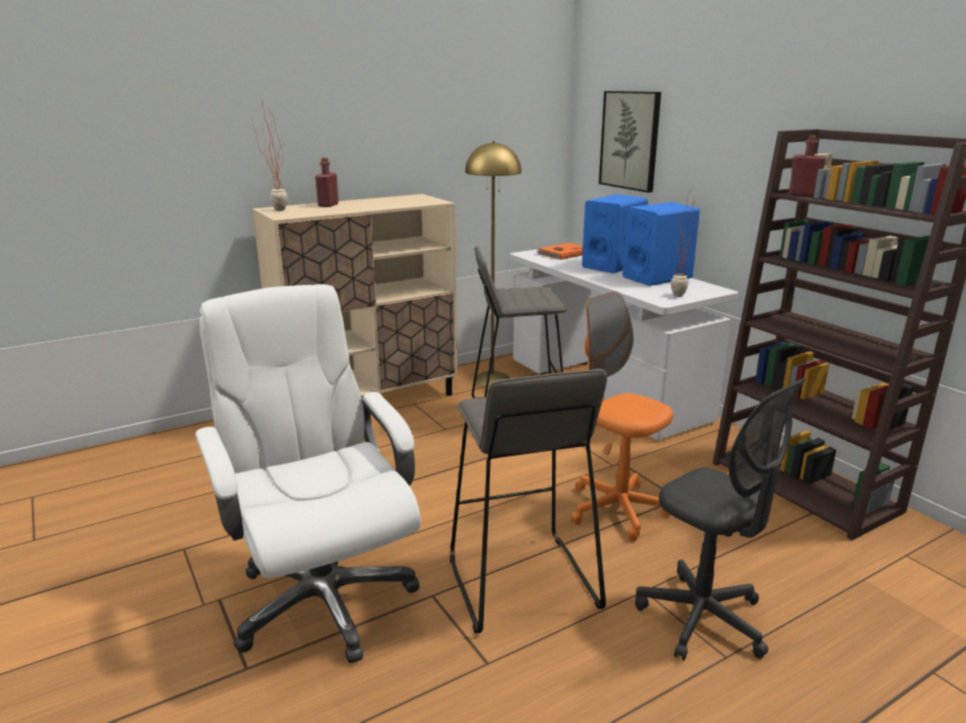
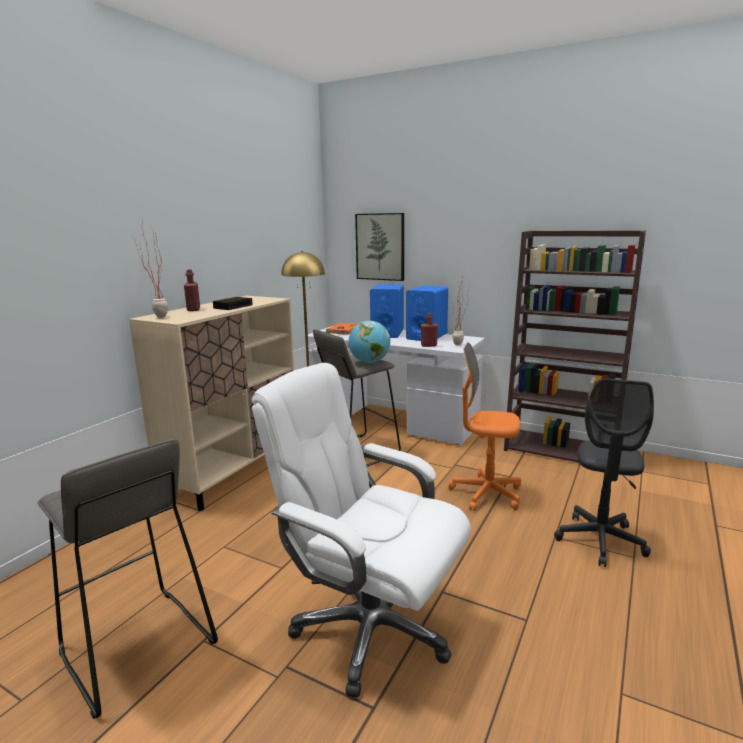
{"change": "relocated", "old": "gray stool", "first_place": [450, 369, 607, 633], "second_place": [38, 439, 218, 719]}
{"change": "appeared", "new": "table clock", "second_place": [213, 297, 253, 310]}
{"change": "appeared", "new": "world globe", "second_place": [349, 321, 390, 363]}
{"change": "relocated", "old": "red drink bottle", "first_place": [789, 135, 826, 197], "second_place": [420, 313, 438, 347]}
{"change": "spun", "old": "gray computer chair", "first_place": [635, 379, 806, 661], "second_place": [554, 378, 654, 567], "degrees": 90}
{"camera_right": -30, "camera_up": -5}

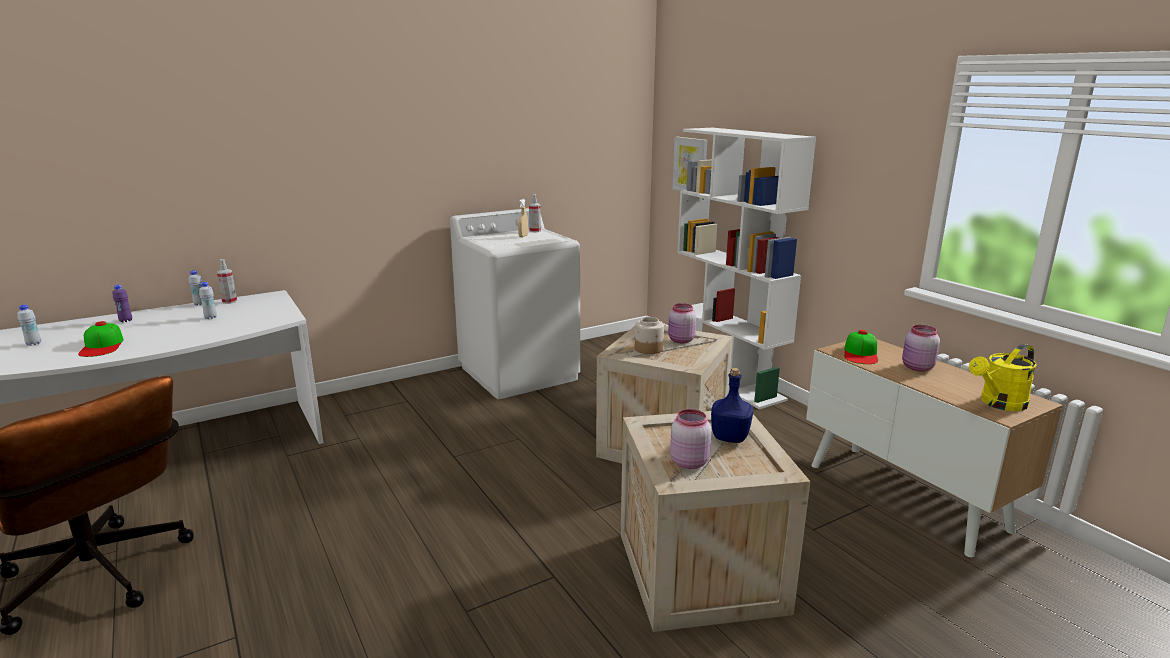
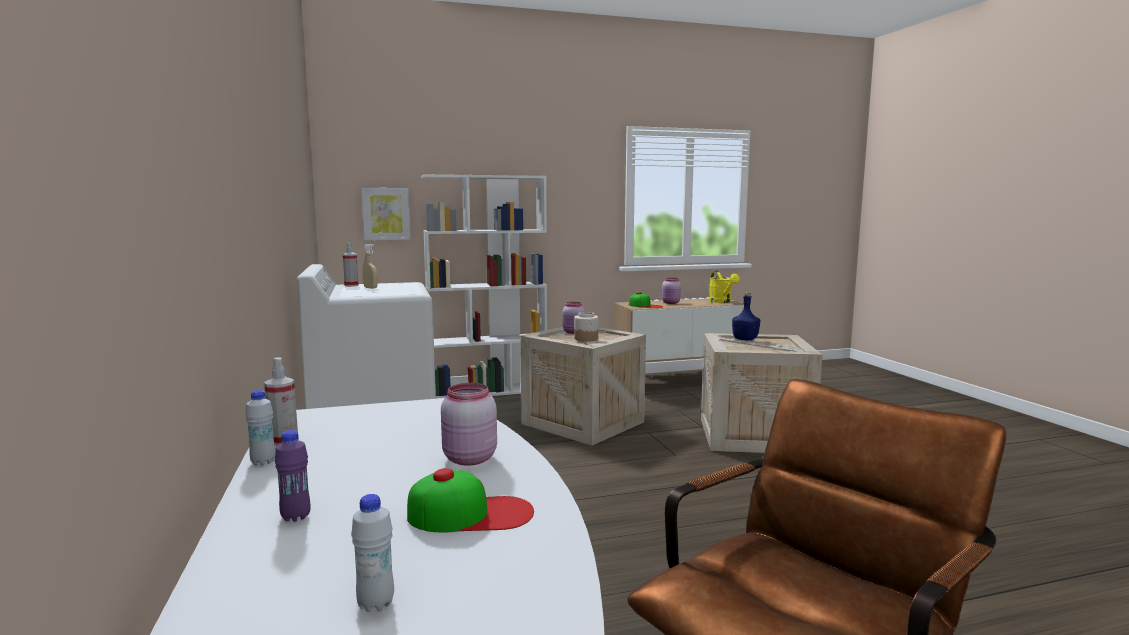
{"change": "relocated", "old": "pink-coloured storage jar", "first_place": [670, 409, 712, 469], "second_place": [441, 383, 497, 466]}
{"change": "missing", "old": "white-coloured drink bottle", "first_place": [199, 282, 217, 319]}
{"camera_right": -75, "camera_up": -10}

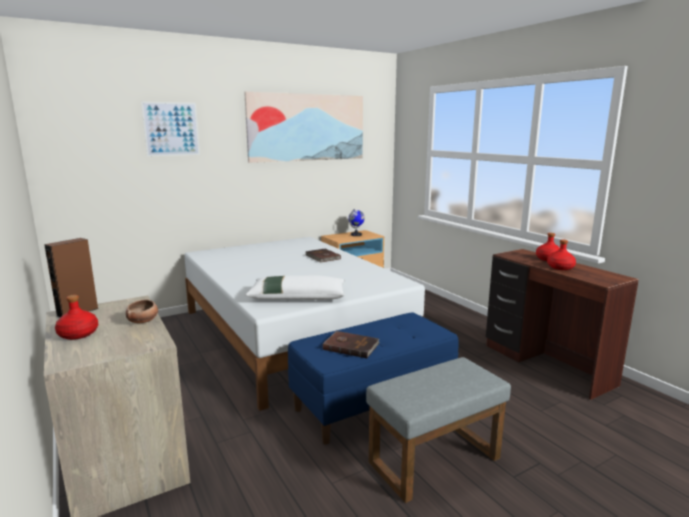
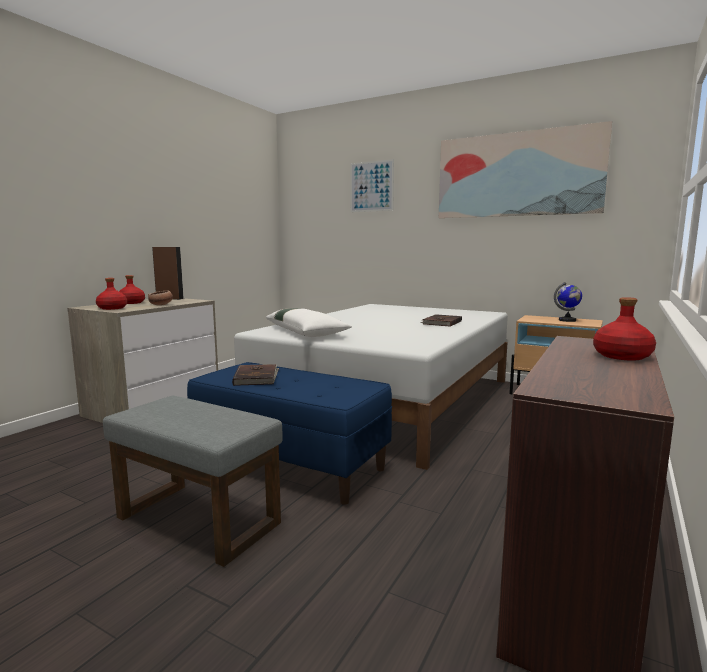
{"change": "relocated", "old": "red drink bottle", "first_place": [547, 240, 576, 270], "second_place": [96, 278, 127, 310]}
{"camera_right": 60, "camera_up": -5}

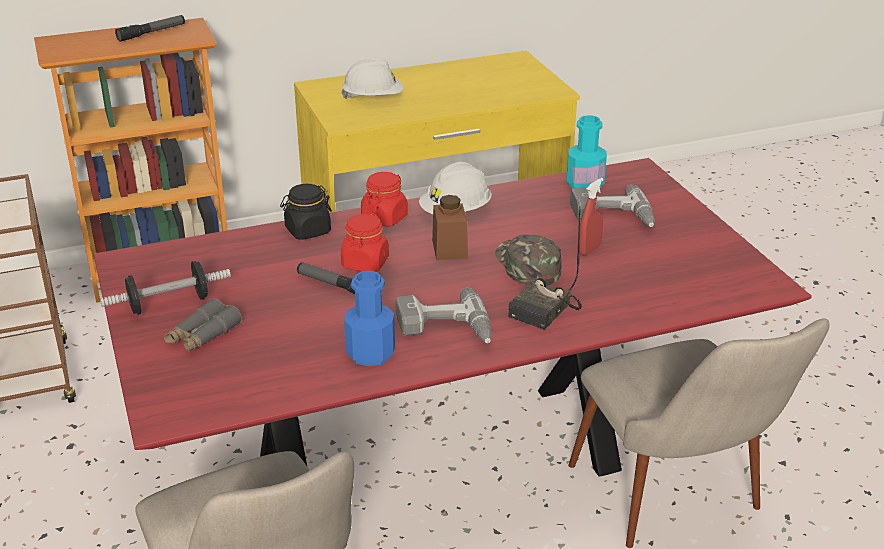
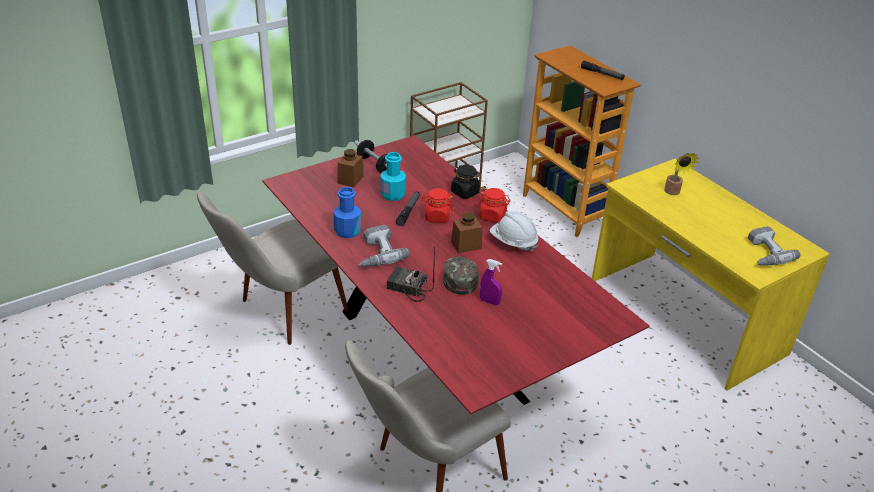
{"change": "exchanged", "old": "gray binoculars", "new": "brown-coloured storage jar", "first_place": [164, 298, 242, 352], "second_place": [337, 149, 364, 187]}
{"change": "relocated", "old": "blue-green drink bottle", "first_place": [567, 115, 607, 188], "second_place": [380, 152, 406, 201]}
{"change": "spun", "old": "greenish baseball cap", "first_place": [495, 235, 562, 286], "second_place": [443, 256, 479, 295], "degrees": -60}
{"change": "colour", "old": "red spray bottle", "new": "purplish spray bottle", "first_place": [579, 178, 603, 256], "second_place": [480, 259, 502, 305]}
{"change": "exchanged", "old": "white-coloured work helmet", "new": "houseplant", "first_place": [341, 57, 403, 99], "second_place": [664, 153, 700, 195]}
{"change": "relocated", "old": "power drill", "first_place": [570, 184, 655, 227], "second_place": [748, 226, 801, 266]}
{"camera_right": 75, "camera_up": 5}

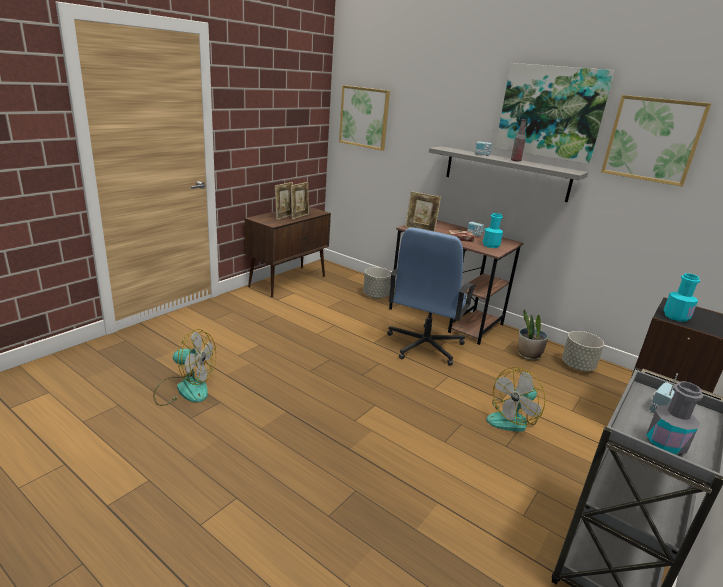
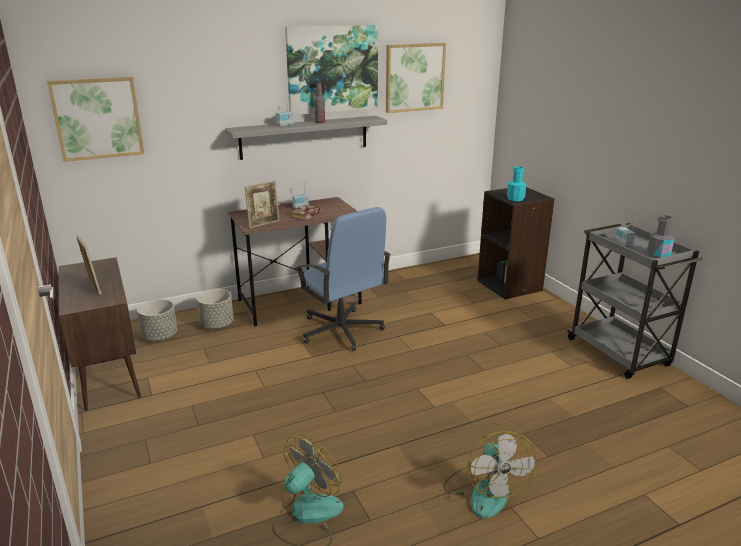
{"change": "relocated", "old": "gray flower pot", "first_place": [562, 331, 604, 371], "second_place": [137, 299, 177, 341]}
{"change": "relocated", "old": "electric fan", "first_place": [486, 367, 545, 432], "second_place": [443, 431, 536, 518]}
{"change": "missing", "old": "standing frame", "first_place": [291, 182, 309, 220]}
{"change": "missing", "old": "blue-green drink bottle", "first_place": [483, 213, 503, 248]}
{"change": "missing", "old": "houseplant", "first_place": [518, 309, 548, 361]}
{"camera_right": -60, "camera_up": 0}

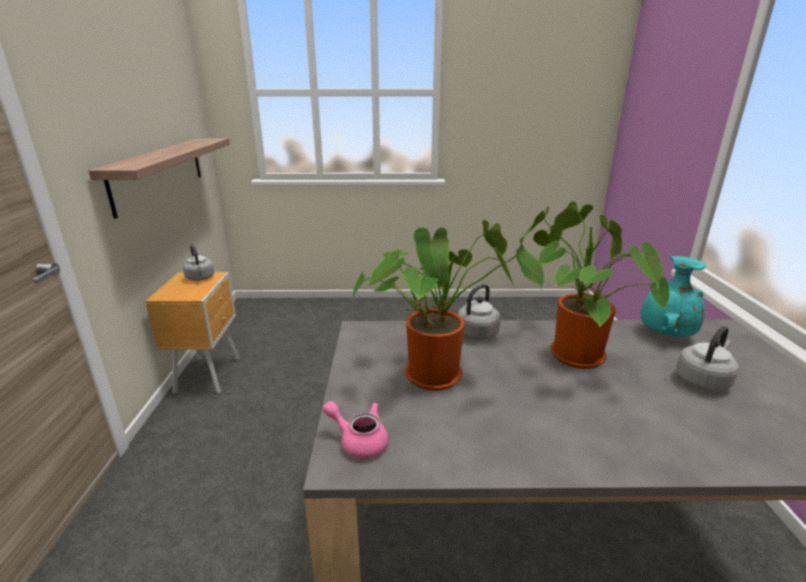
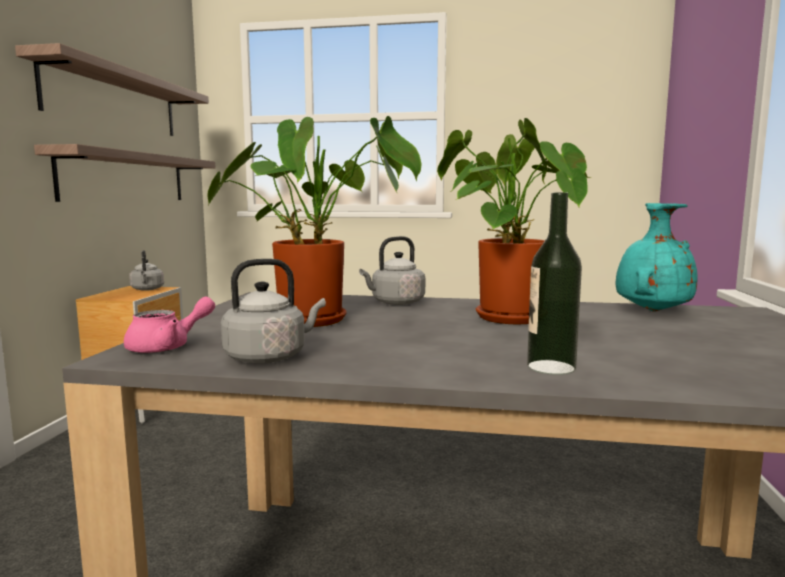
{"change": "appeared", "new": "wall shelf", "second_place": [15, 43, 209, 136]}
{"change": "spun", "old": "pink-coloured tea pot", "first_place": [323, 401, 388, 459], "second_place": [124, 297, 215, 353], "degrees": 105}
{"change": "relocated", "old": "gray tea kettle", "first_place": [676, 326, 739, 392], "second_place": [221, 259, 326, 364]}
{"change": "appeared", "new": "drink bottle", "second_place": [527, 192, 582, 375]}
{"camera_right": 10, "camera_up": -15}

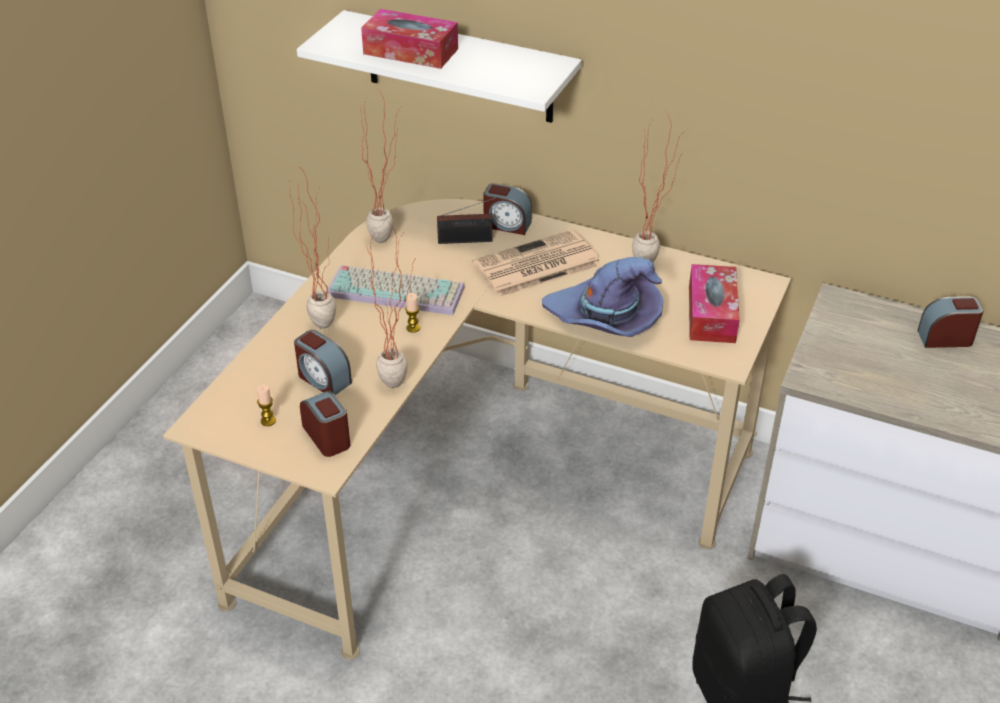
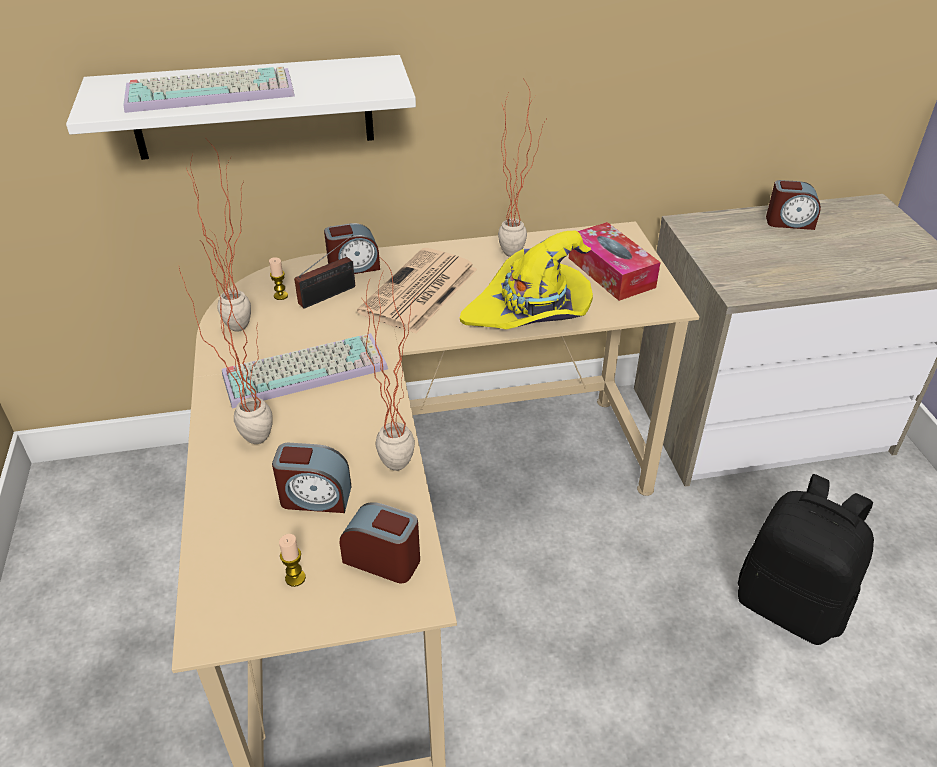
{"change": "exchanged", "old": "tissue box", "new": "keyboard", "first_place": [361, 9, 458, 69], "second_place": [123, 66, 295, 113]}
{"change": "relocated", "old": "wax light", "first_place": [405, 293, 420, 333], "second_place": [269, 257, 288, 300]}
{"change": "colour", "old": "purplish wearable hat", "new": "yellow-coloured wearable hat", "first_place": [542, 257, 663, 337], "second_place": [460, 231, 593, 329]}
{"change": "spun", "old": "table clock", "first_place": [918, 296, 984, 348], "second_place": [766, 180, 821, 230], "degrees": -135}
{"camera_right": -35, "camera_up": 0}

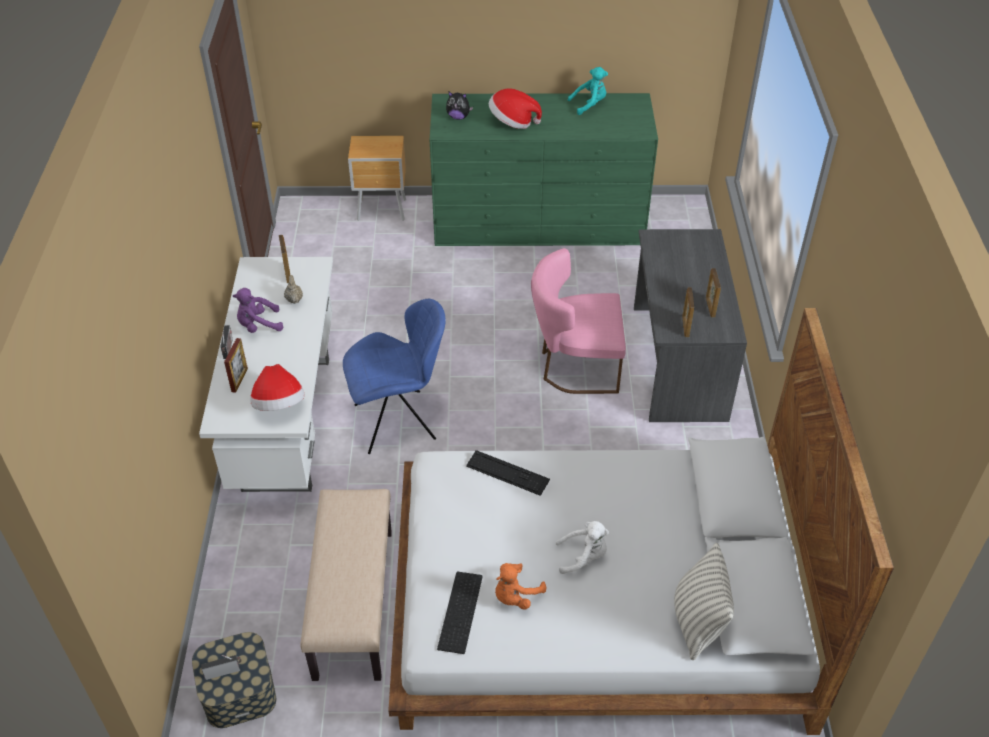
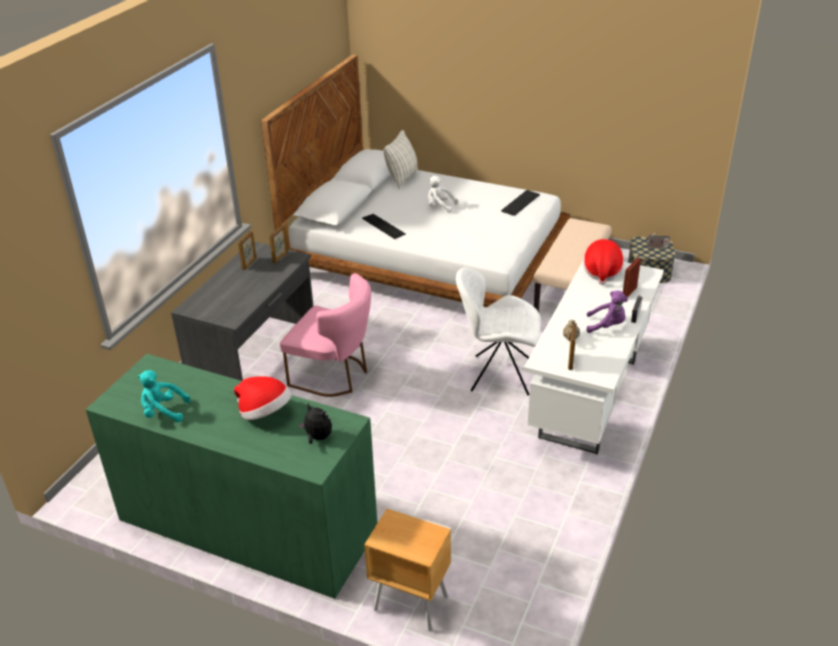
{"change": "relocated", "old": "keyboard", "first_place": [466, 450, 550, 496], "second_place": [362, 214, 406, 239]}
{"change": "colour", "old": "blue-coloured chair", "new": "white-coloured chair", "first_place": [343, 299, 446, 454], "second_place": [456, 267, 541, 395]}
{"change": "missing", "old": "orange-coloured soft toy", "first_place": [495, 563, 546, 609]}
{"camera_right": -155, "camera_up": -10}

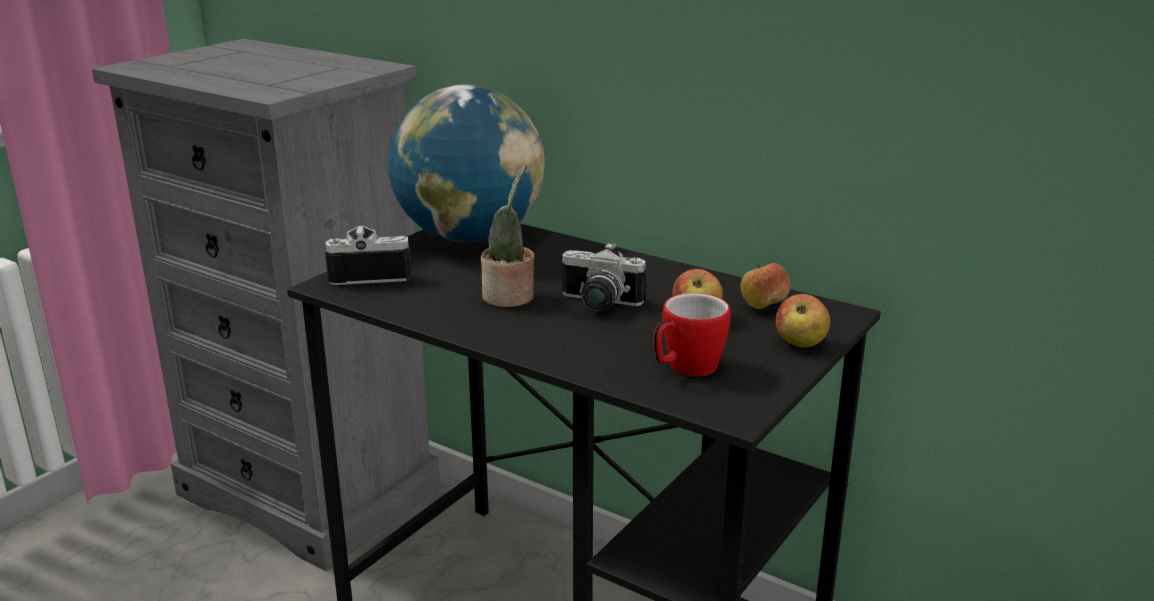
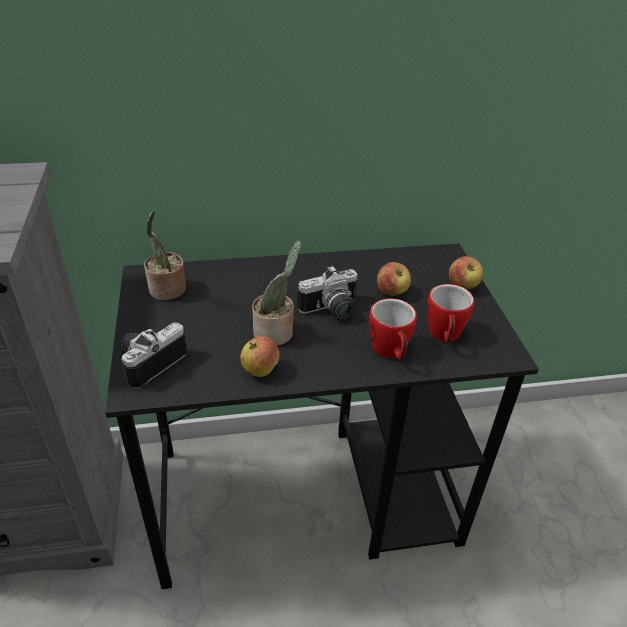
{"change": "exchanged", "old": "world globe", "new": "houseplant", "first_place": [388, 85, 545, 243], "second_place": [144, 210, 186, 300]}
{"change": "relocated", "old": "apple fruit", "first_place": [741, 263, 790, 309], "second_place": [240, 336, 280, 377]}
{"change": "appeared", "new": "coffee mug", "second_place": [369, 298, 417, 360]}
{"camera_right": -45, "camera_up": 15}

